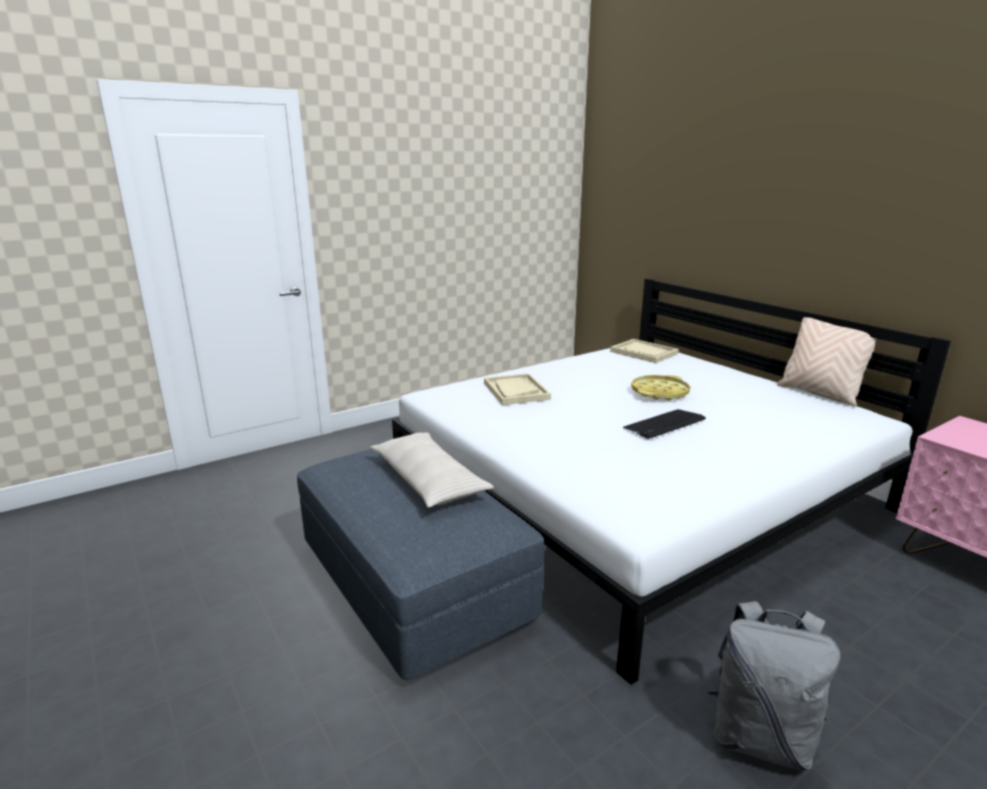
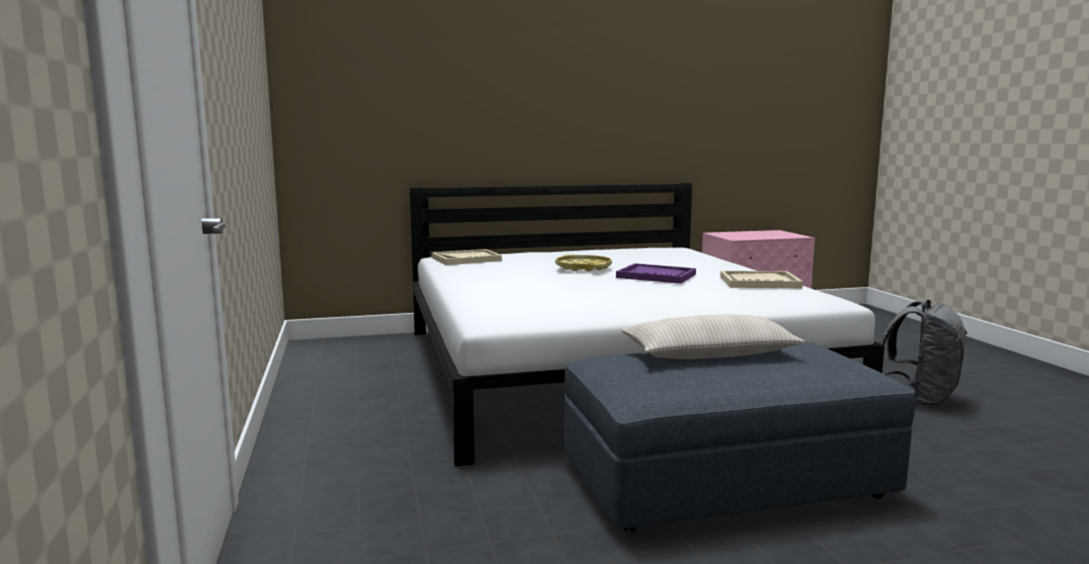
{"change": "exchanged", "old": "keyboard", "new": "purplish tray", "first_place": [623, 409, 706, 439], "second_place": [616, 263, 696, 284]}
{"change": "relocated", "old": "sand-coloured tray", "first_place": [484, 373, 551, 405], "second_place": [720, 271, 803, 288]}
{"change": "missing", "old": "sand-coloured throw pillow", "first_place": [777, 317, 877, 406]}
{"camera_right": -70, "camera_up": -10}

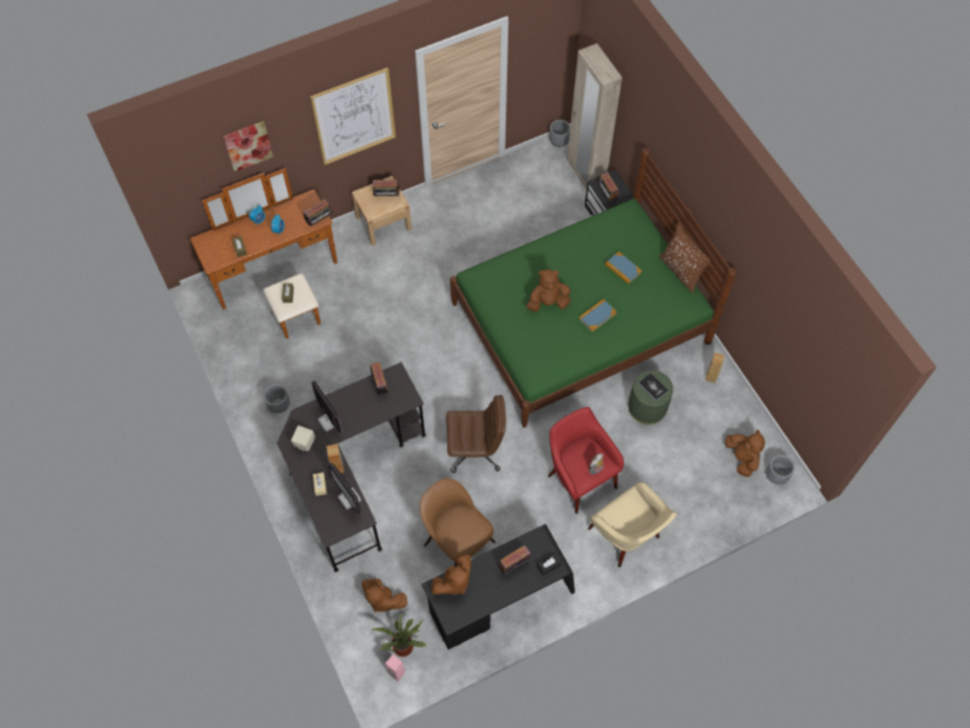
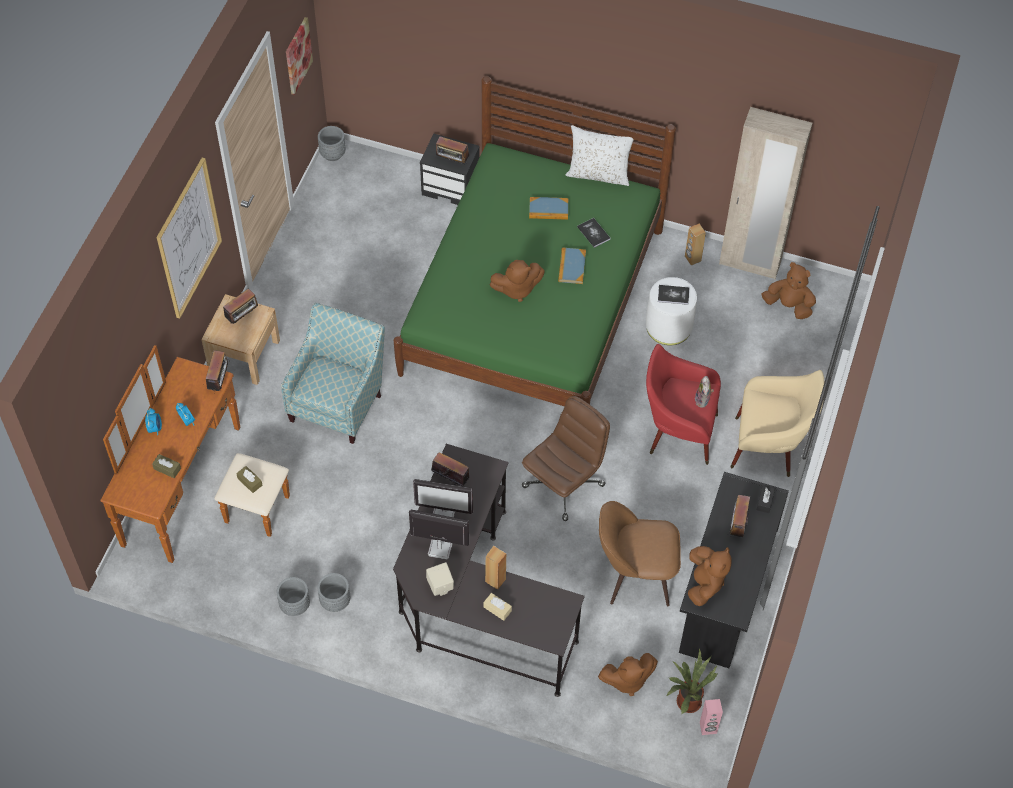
{"change": "relocated", "old": "gray flower pot", "first_place": [766, 455, 795, 485], "second_place": [277, 577, 310, 616]}
{"change": "appeared", "new": "easy chair", "second_place": [281, 303, 385, 444]}
{"change": "relocated", "old": "wall picture", "first_place": [223, 121, 273, 172], "second_place": [286, 17, 313, 95]}
{"change": "relocated", "old": "computer screen", "first_place": [328, 462, 361, 515], "second_place": [413, 479, 473, 517]}
{"change": "spun", "old": "brown-coloured soft toy", "first_place": [526, 269, 571, 312], "second_place": [490, 260, 545, 302], "degrees": -135}
{"change": "colour", "old": "brown-coloured throw pillow", "new": "white-coloured throw pillow", "first_place": [659, 222, 711, 293], "second_place": [565, 125, 634, 186]}
{"change": "appeared", "new": "volume", "second_place": [577, 218, 610, 248]}
{"change": "colour", "old": "greenish pouffe", "new": "white-coloured pouffe", "first_place": [628, 370, 673, 425], "second_place": [646, 277, 697, 345]}
{"change": "relocated", "old": "sand-coloured armoire", "first_place": [567, 43, 622, 190], "second_place": [719, 107, 812, 280]}
{"camera_right": -45, "camera_up": -5}

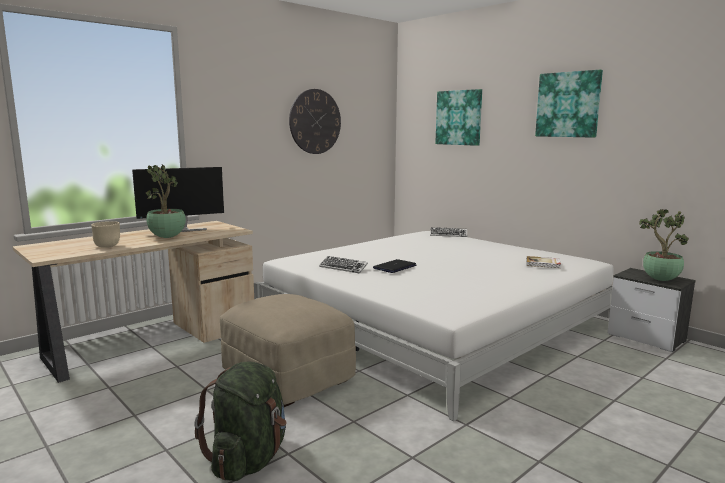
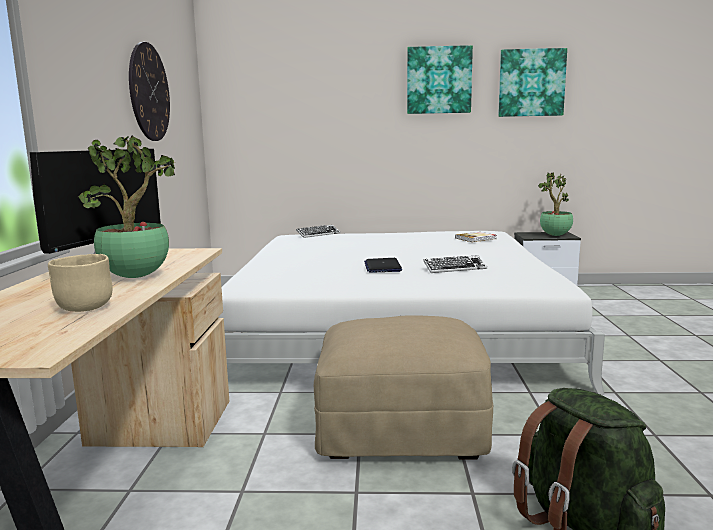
{"change": "relocated", "old": "keyboard", "first_place": [319, 256, 368, 273], "second_place": [423, 255, 487, 273]}
{"change": "relocated", "old": "wall picture", "first_place": [435, 89, 482, 146], "second_place": [498, 48, 567, 117]}
{"camera_right": -45, "camera_up": 0}

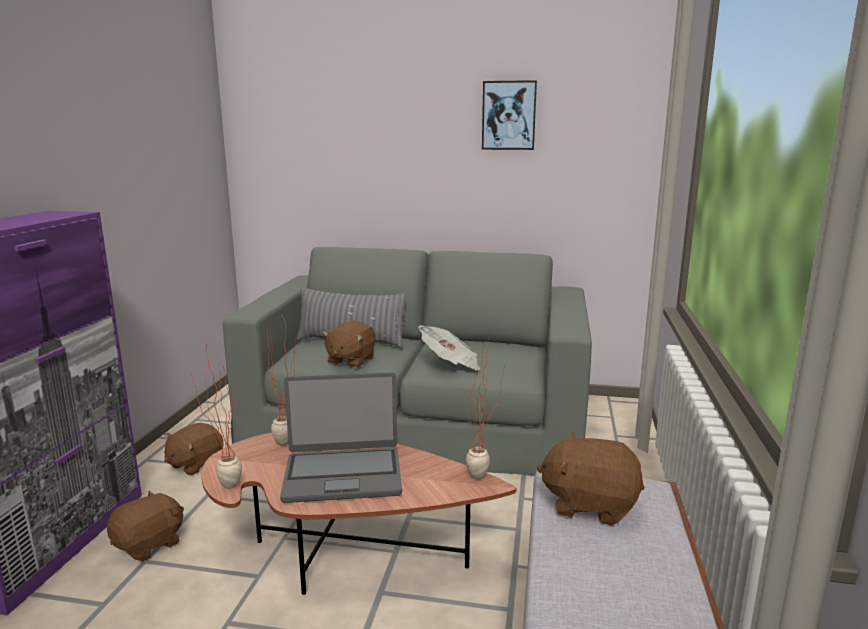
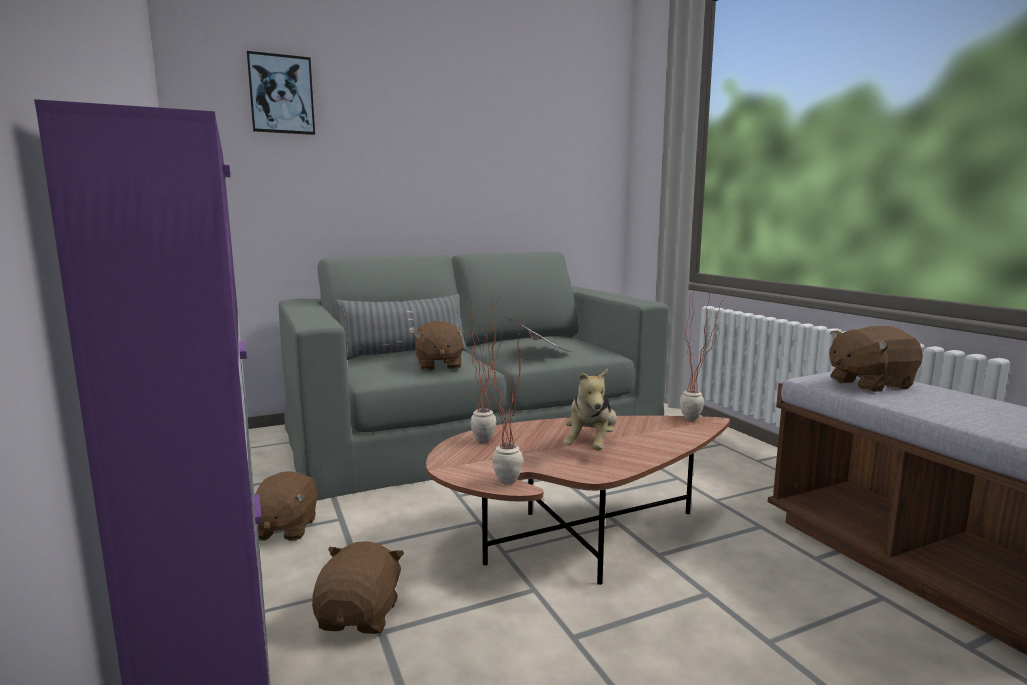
{"change": "relocated", "old": "wall picture", "first_place": [482, 80, 537, 150], "second_place": [247, 51, 315, 135]}
{"change": "exchanged", "old": "portable computer", "new": "soft toy", "first_place": [280, 372, 402, 503], "second_place": [564, 368, 617, 451]}
{"camera_right": -35, "camera_up": -5}

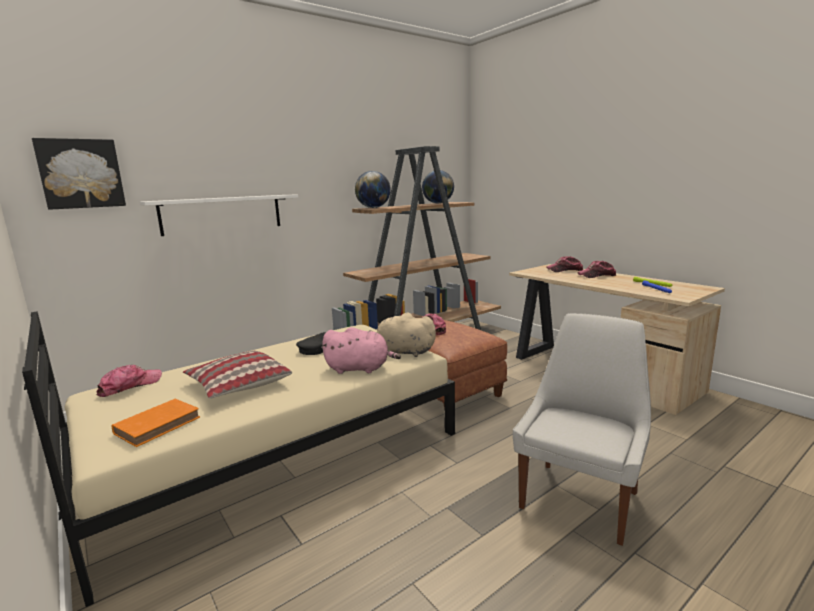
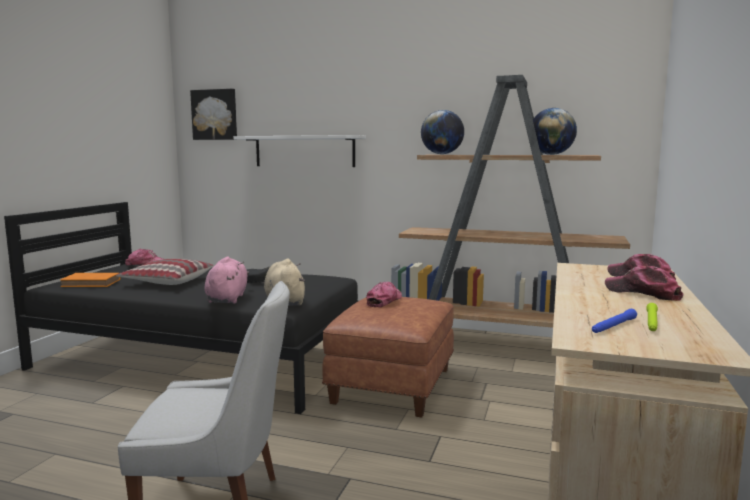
{"change": "colour", "old": "sand-coloured sleeping bed", "new": "black sleeping bed", "first_place": [22, 311, 455, 607], "second_place": [4, 202, 358, 414]}
{"change": "spun", "old": "pink-coloured soft toy", "first_place": [321, 327, 401, 374], "second_place": [204, 257, 249, 304], "degrees": -150}
{"camera_right": 55, "camera_up": -5}

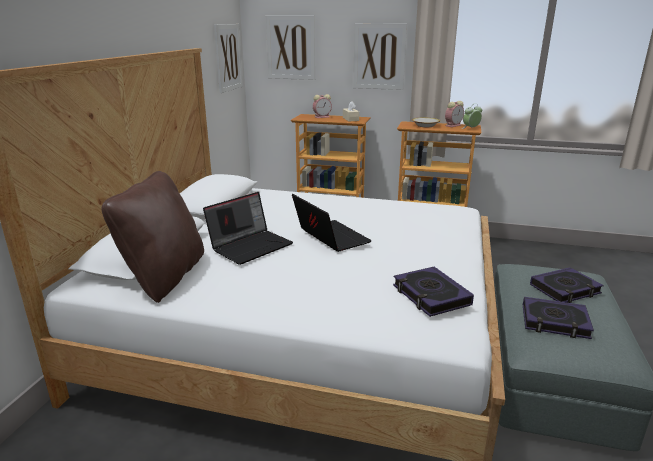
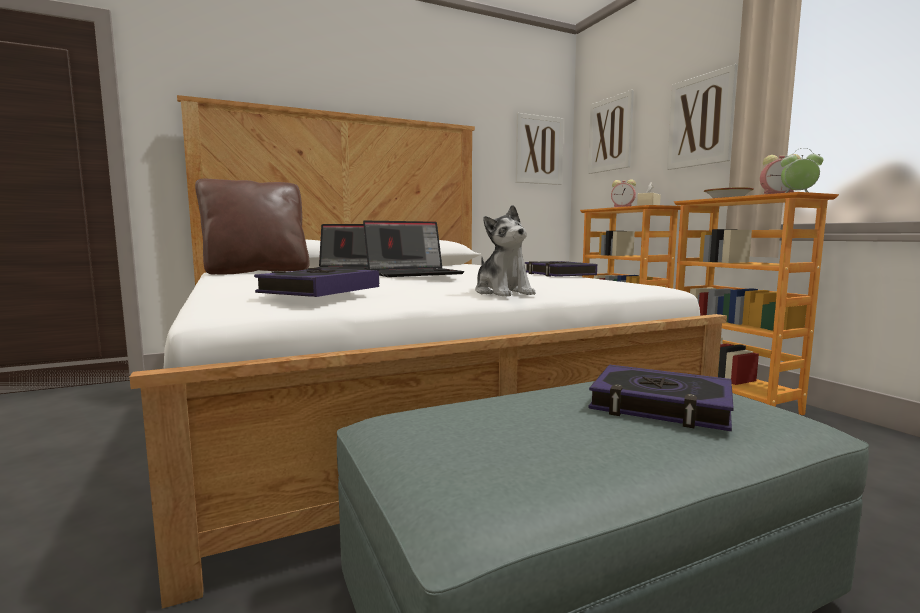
{"change": "spun", "old": "portable computer", "first_place": [292, 194, 372, 252], "second_place": [363, 221, 464, 277], "degrees": 45}
{"change": "appeared", "new": "soft toy", "second_place": [475, 205, 536, 296]}
{"change": "relocated", "old": "volume", "first_place": [523, 297, 594, 339], "second_place": [525, 261, 597, 277]}
{"camera_right": 50, "camera_up": -15}

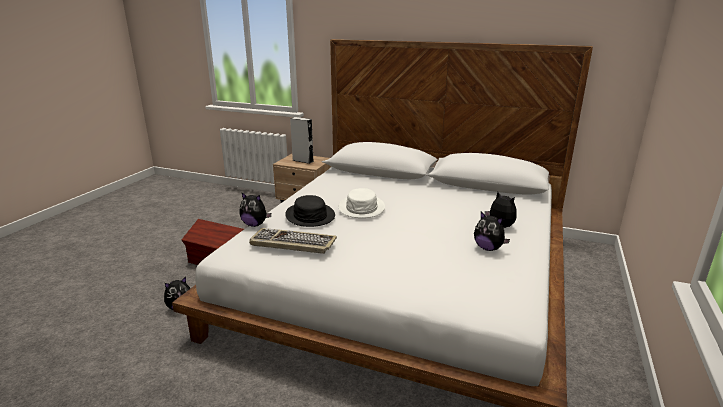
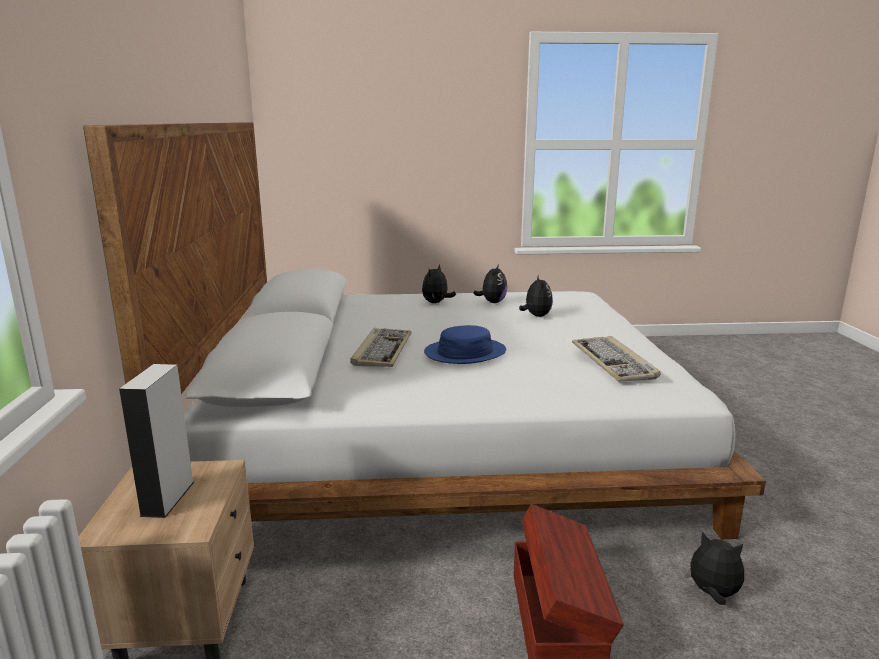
{"change": "appeared", "new": "keyboard", "second_place": [350, 328, 412, 367]}
{"change": "colour", "old": "white-coloured wearable hat", "new": "blue-coloured wearable hat", "first_place": [339, 188, 385, 218], "second_place": [424, 325, 506, 364]}
{"change": "relocated", "old": "soft toy", "first_place": [239, 193, 271, 227], "second_place": [519, 275, 553, 317]}
{"change": "missing", "old": "black wearable hat", "first_place": [285, 195, 335, 227]}
{"camera_right": -115, "camera_up": -5}

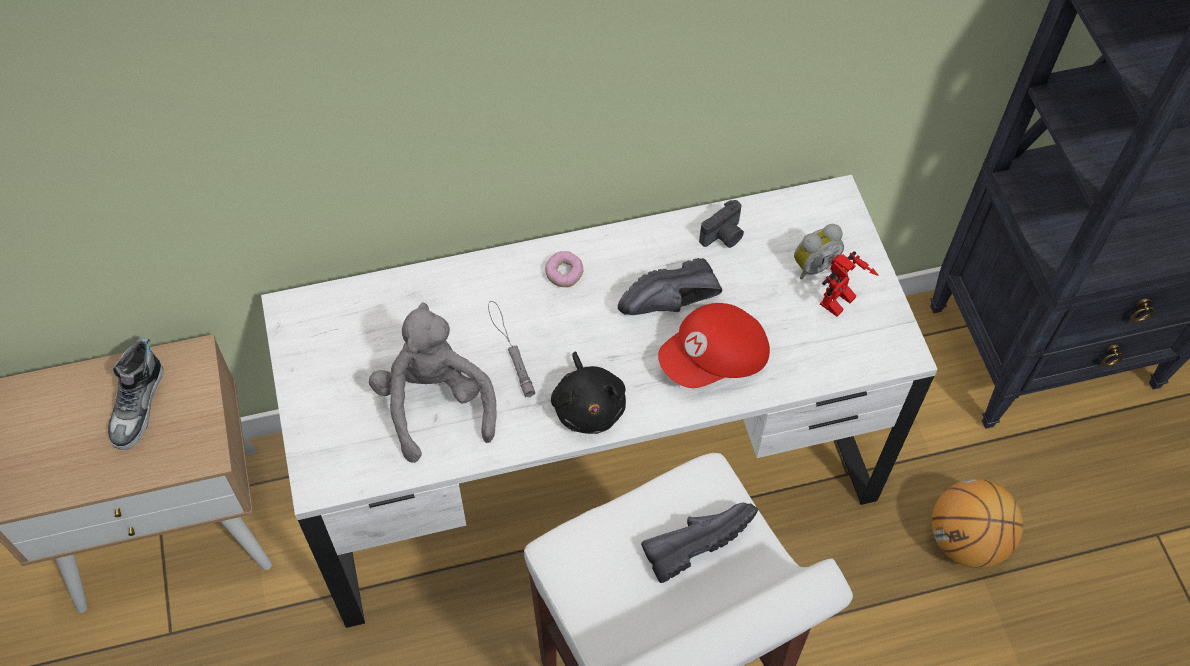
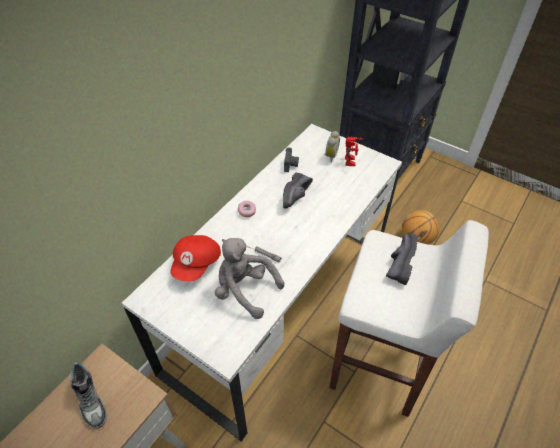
{"change": "relocated", "old": "red baseball cap", "first_place": [658, 303, 770, 388], "second_place": [171, 235, 221, 281]}
{"change": "missing", "old": "black soft toy", "first_place": [551, 352, 626, 434]}
{"camera_right": -40, "camera_up": -10}

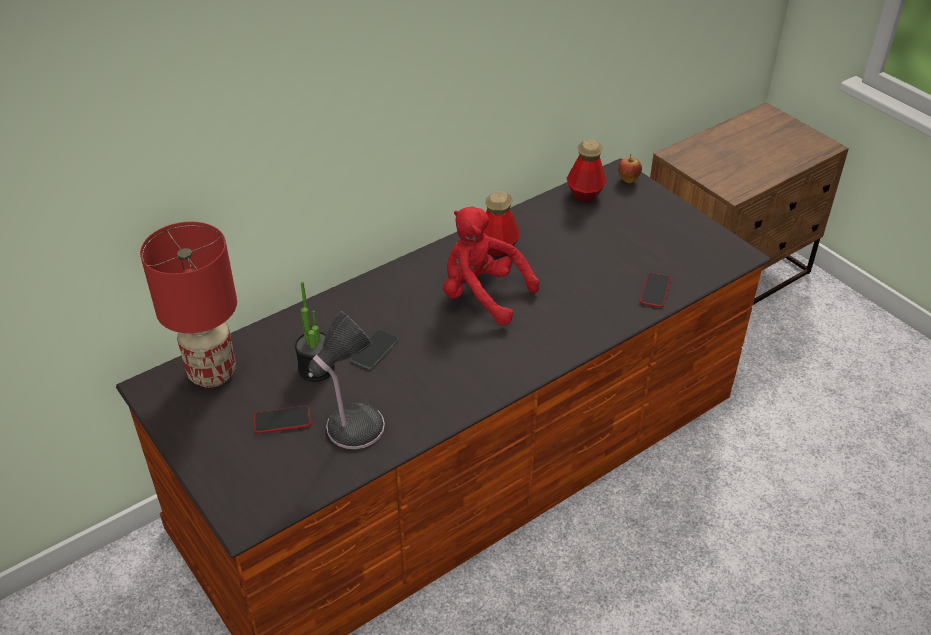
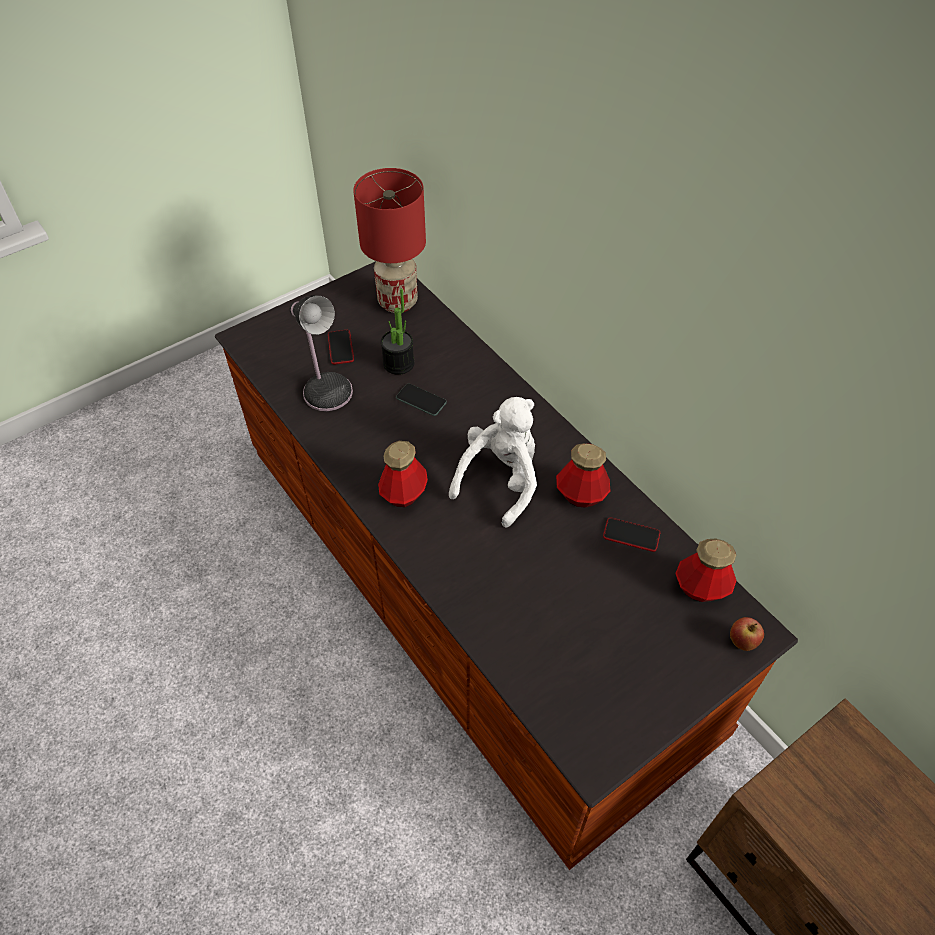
{"change": "appeared", "new": "drink bottle", "second_place": [378, 441, 428, 507]}
{"change": "colour", "old": "red soft toy", "new": "white-coloured soft toy", "first_place": [443, 206, 539, 325], "second_place": [449, 397, 537, 528]}
{"change": "relocated", "old": "phone", "first_place": [639, 272, 671, 308], "second_place": [603, 518, 660, 552]}
{"camera_right": 90, "camera_up": 10}

